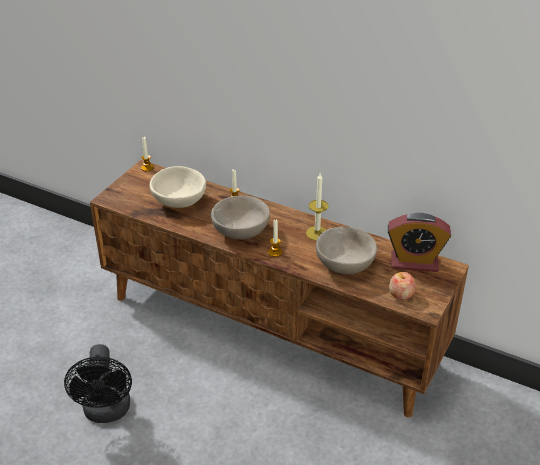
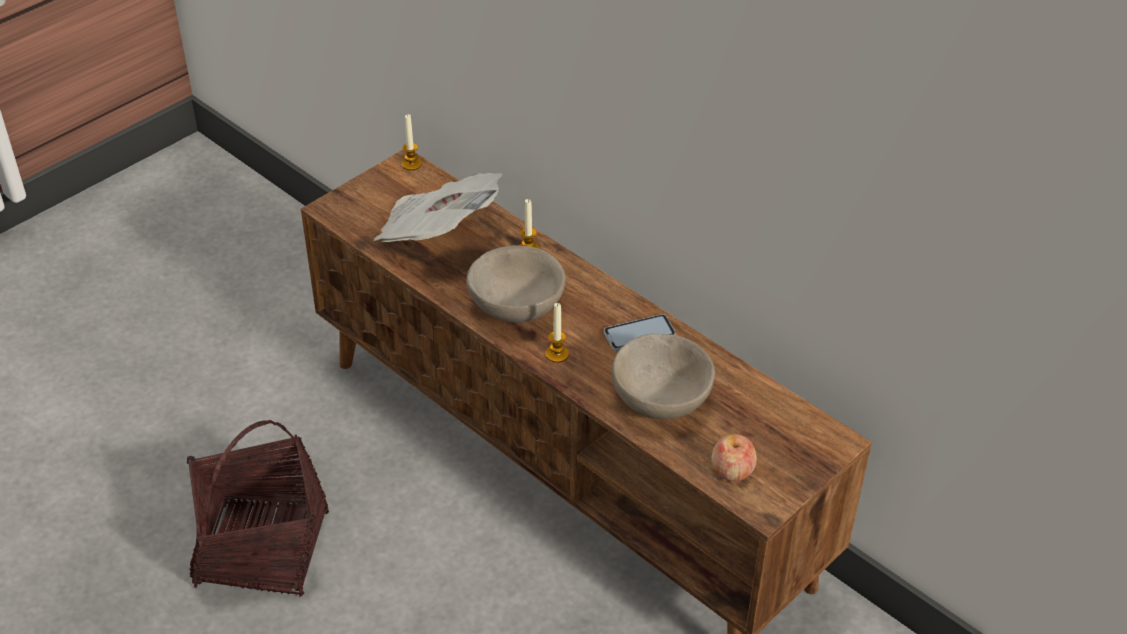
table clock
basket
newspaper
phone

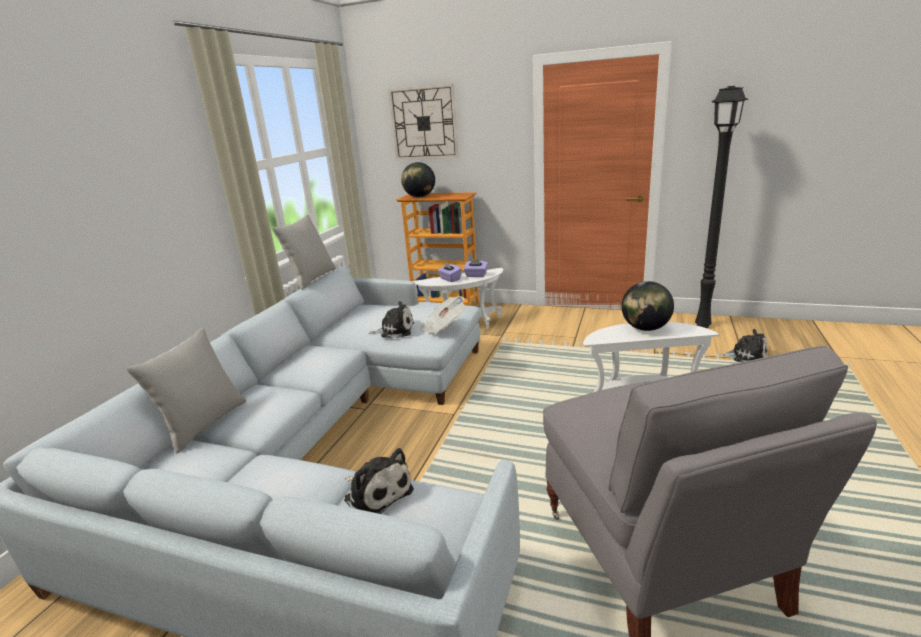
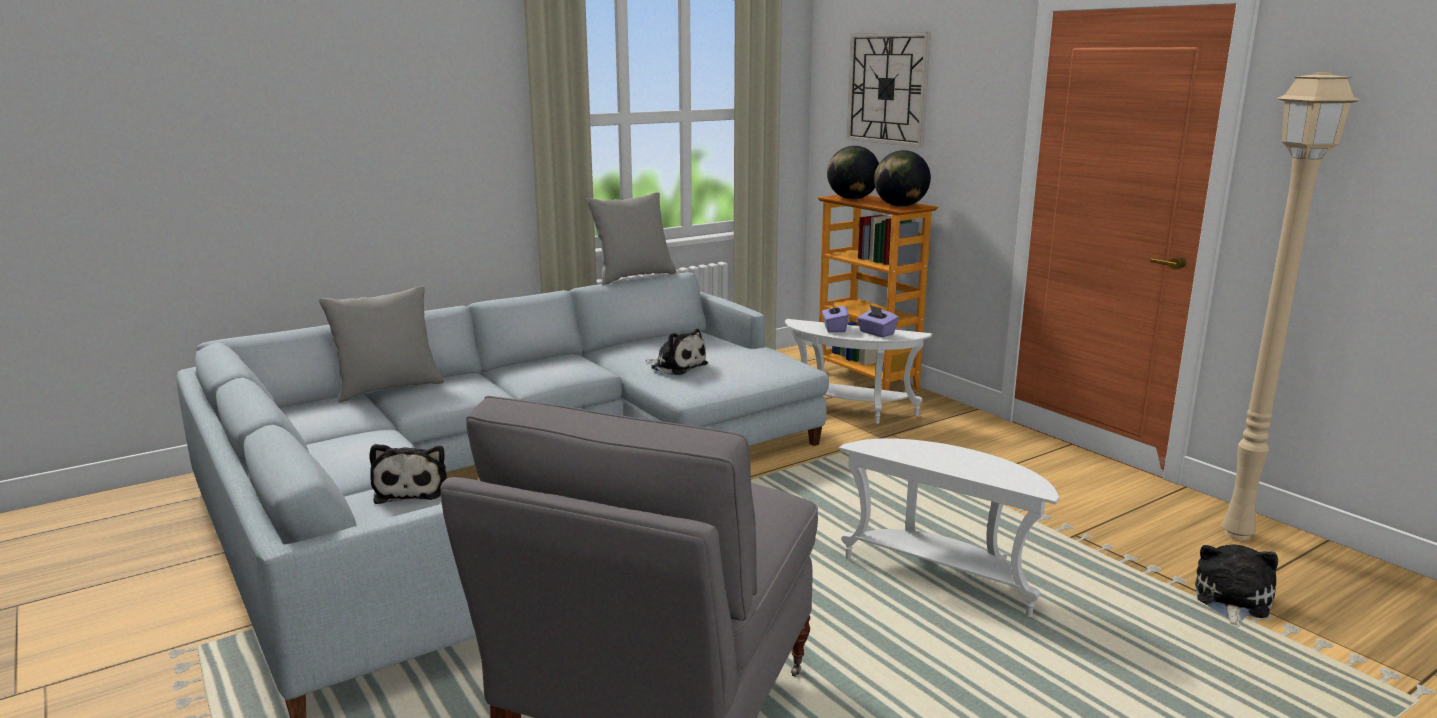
newspaper
world globe (no. 2 from left)
beige floor lamp
plush toy (no. 3 from left)

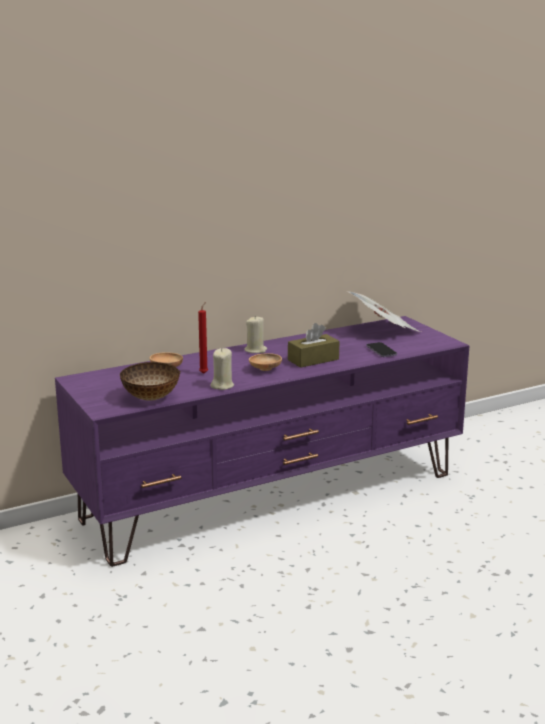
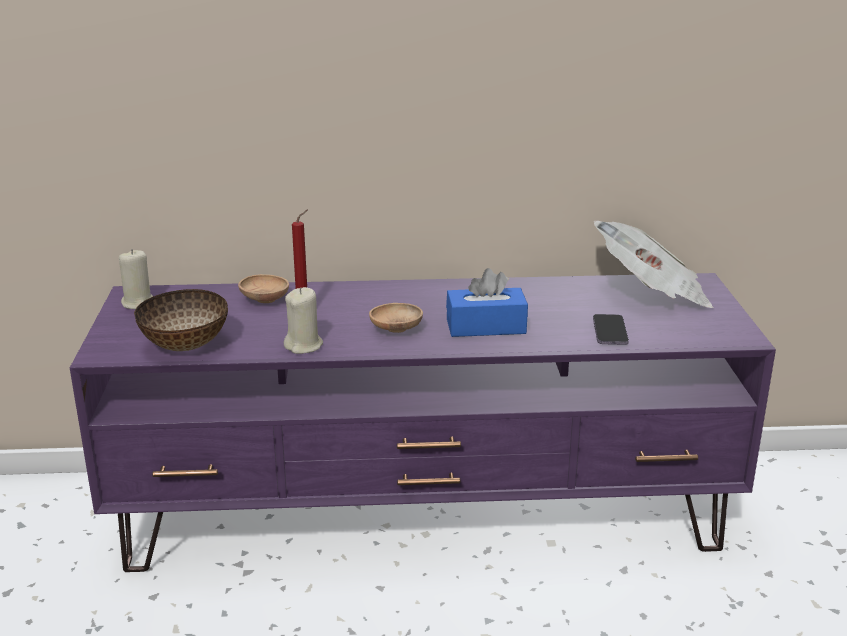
beige wax light (no. 1 from left)
blue tissue holder

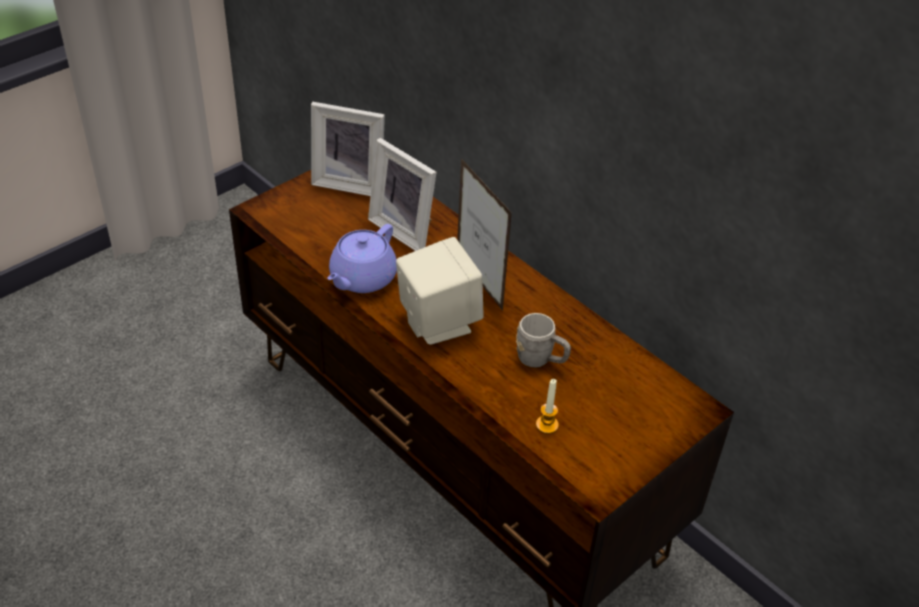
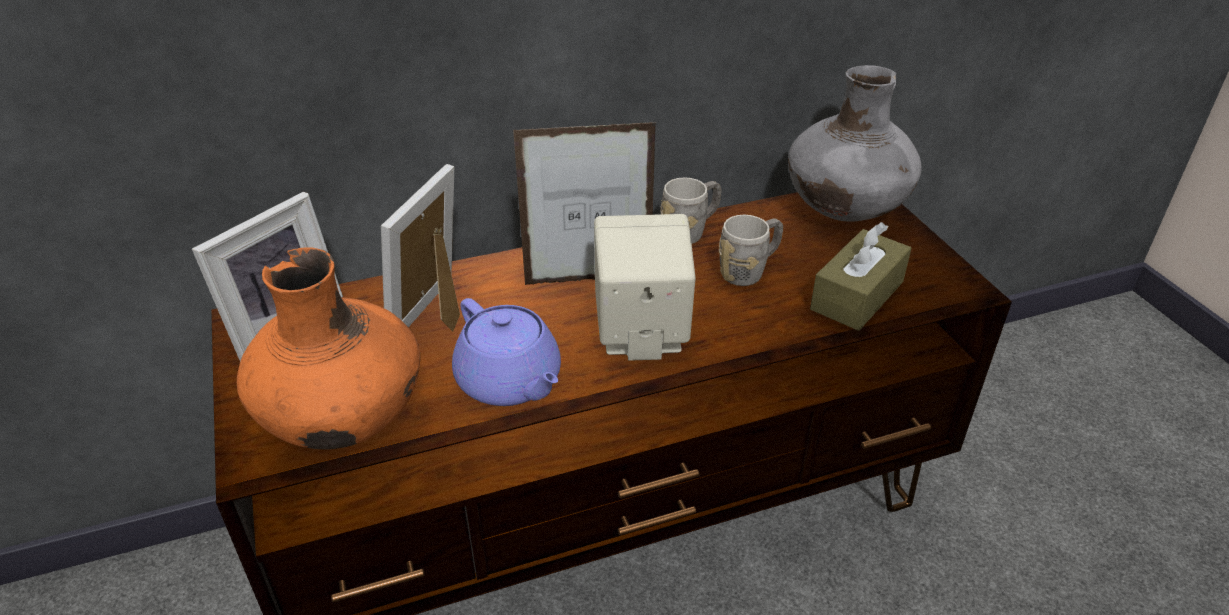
orange flower vase
gray coffee mug (no. 1 from left)
gray flower vase
brown-coloured tissue holder
picture frame (no. 2 from left)

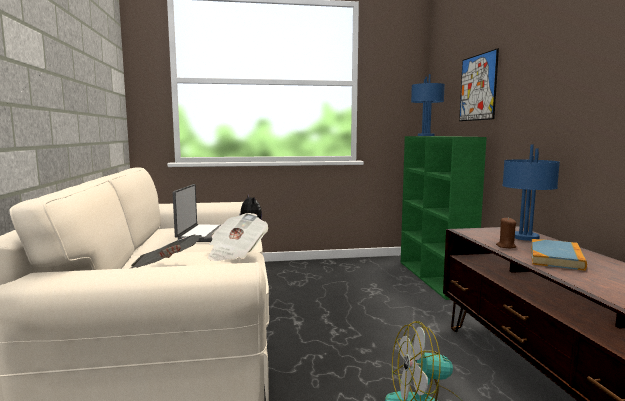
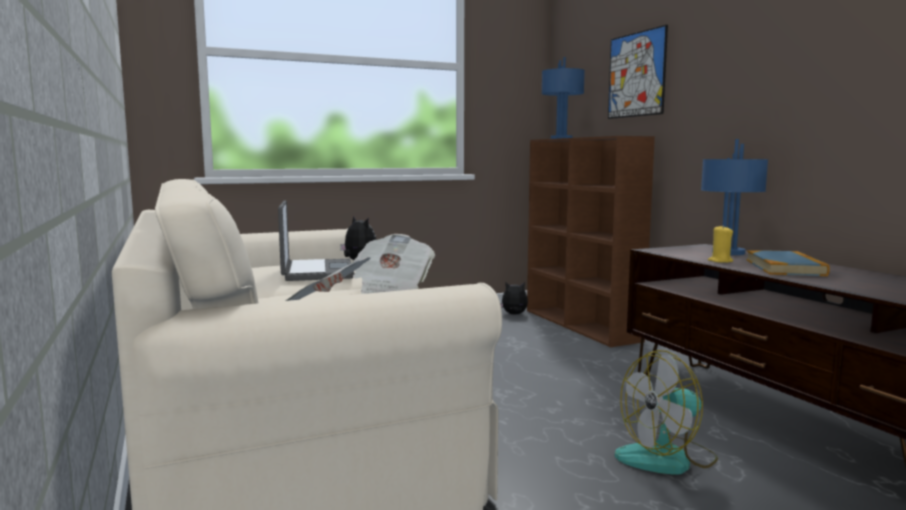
plush toy (no. 2 from left)
brown-coloured bookcase
yellow wax light

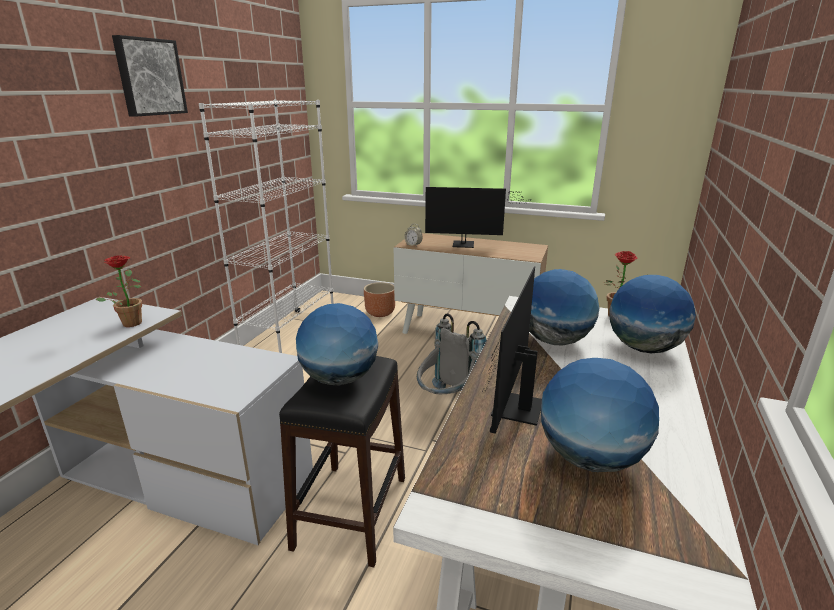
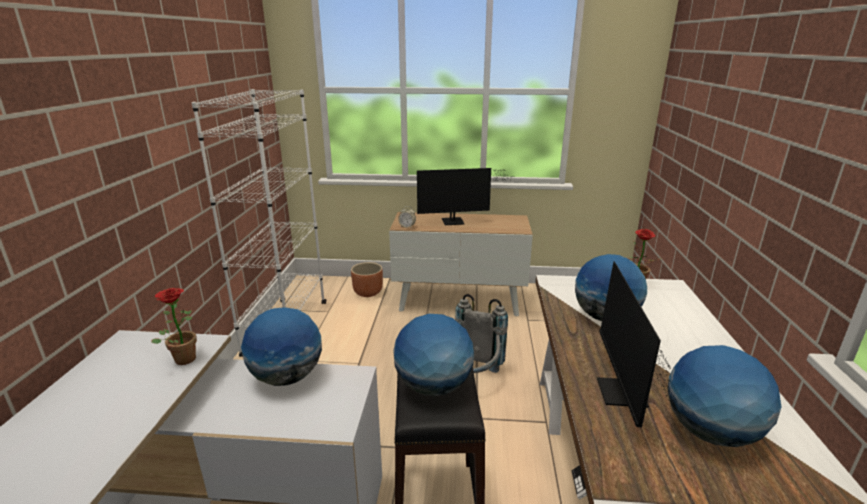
wall picture
world globe (no. 1 from left)

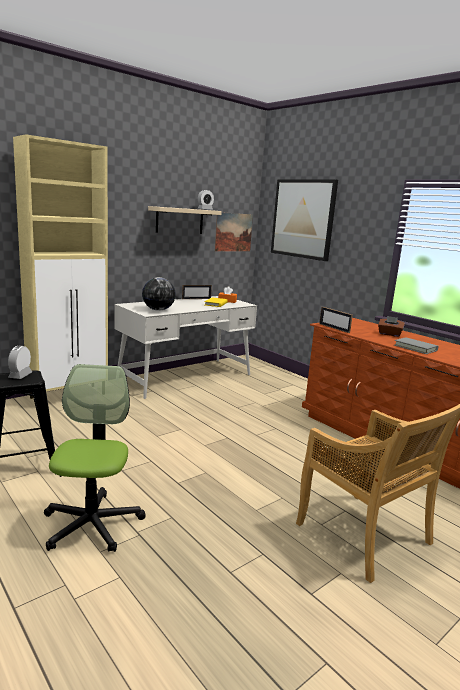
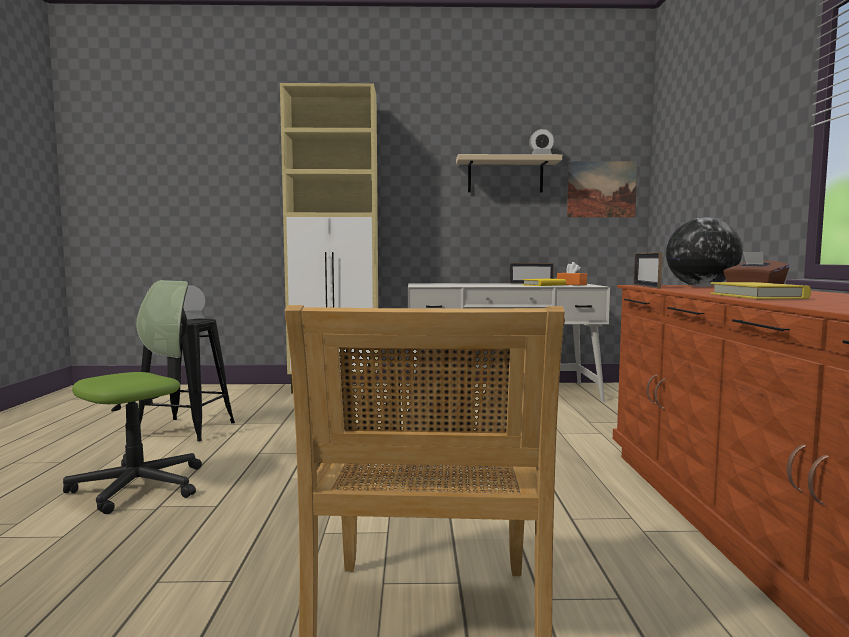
wall picture (no. 2 from left in the first image)
world globe
yellow book (no. 2 from left)

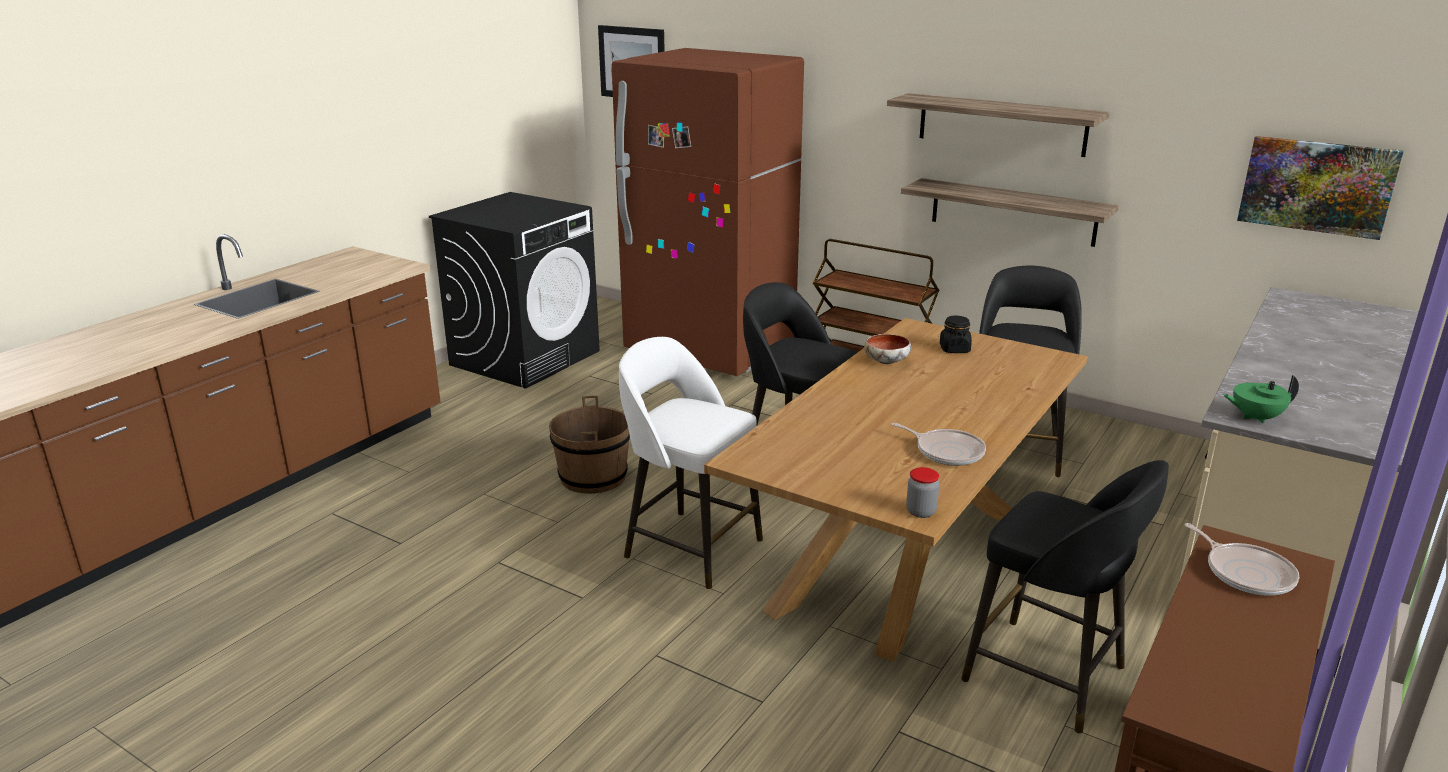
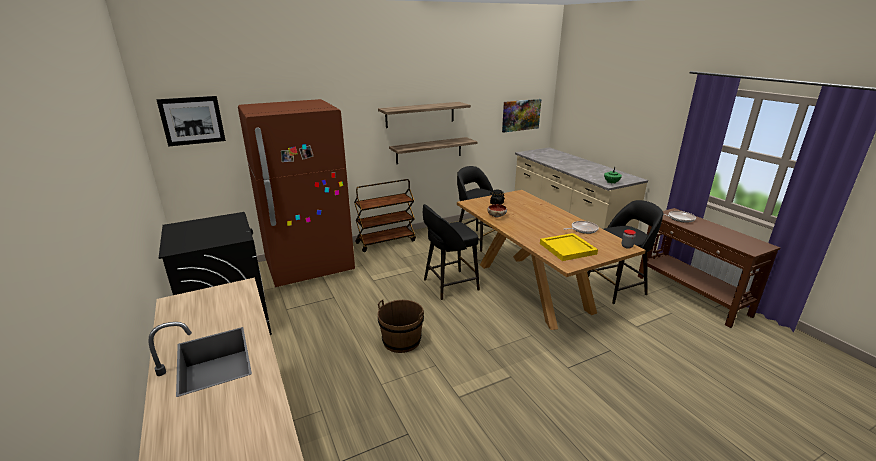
white stool
yellow carrying tray

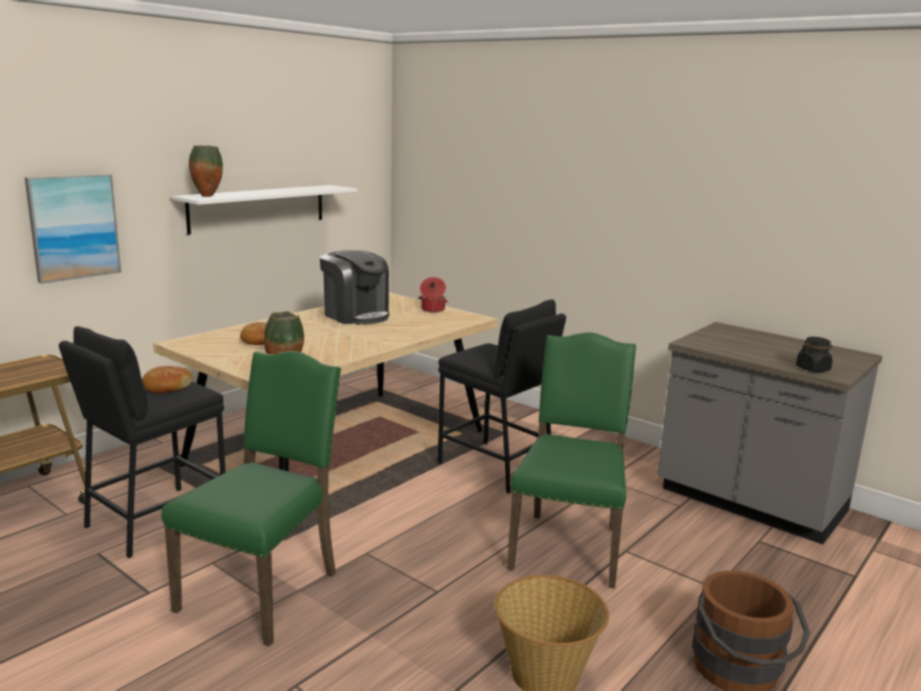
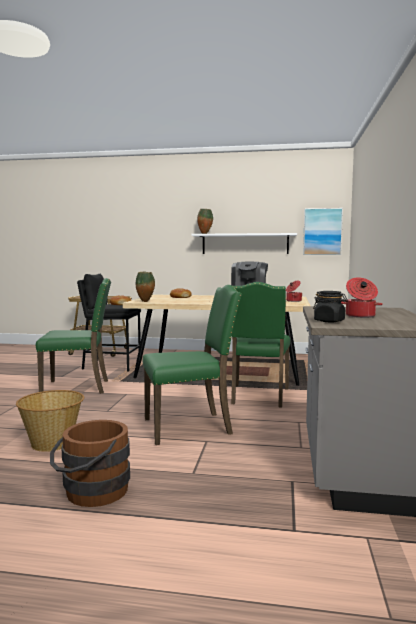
saucepot (no. 2 from left)
wall picture
green plain chair (no. 3 from left)

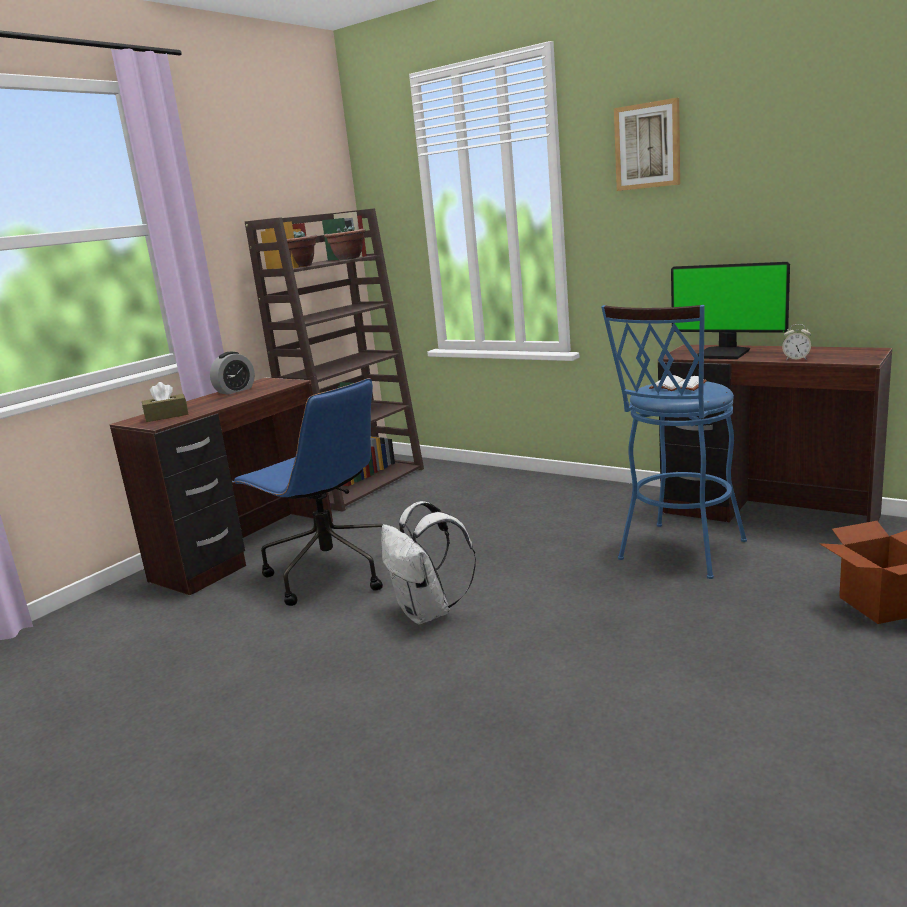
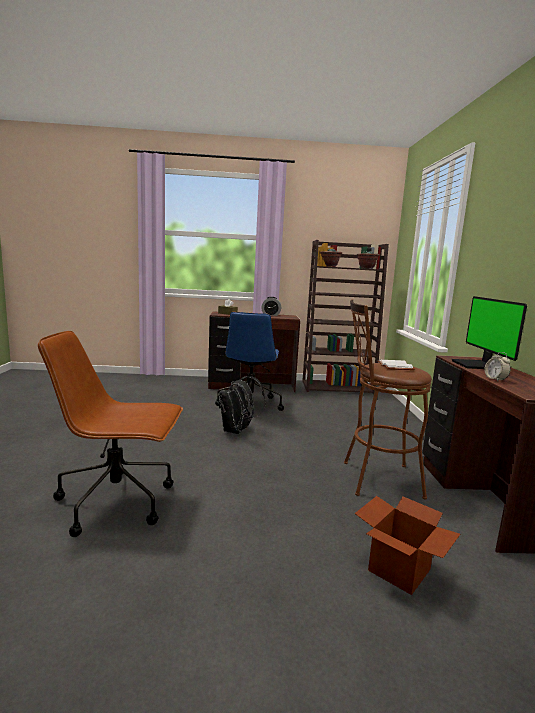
wall picture
brown-coloured computer chair
blackish rucksack
brown-coloured stool

